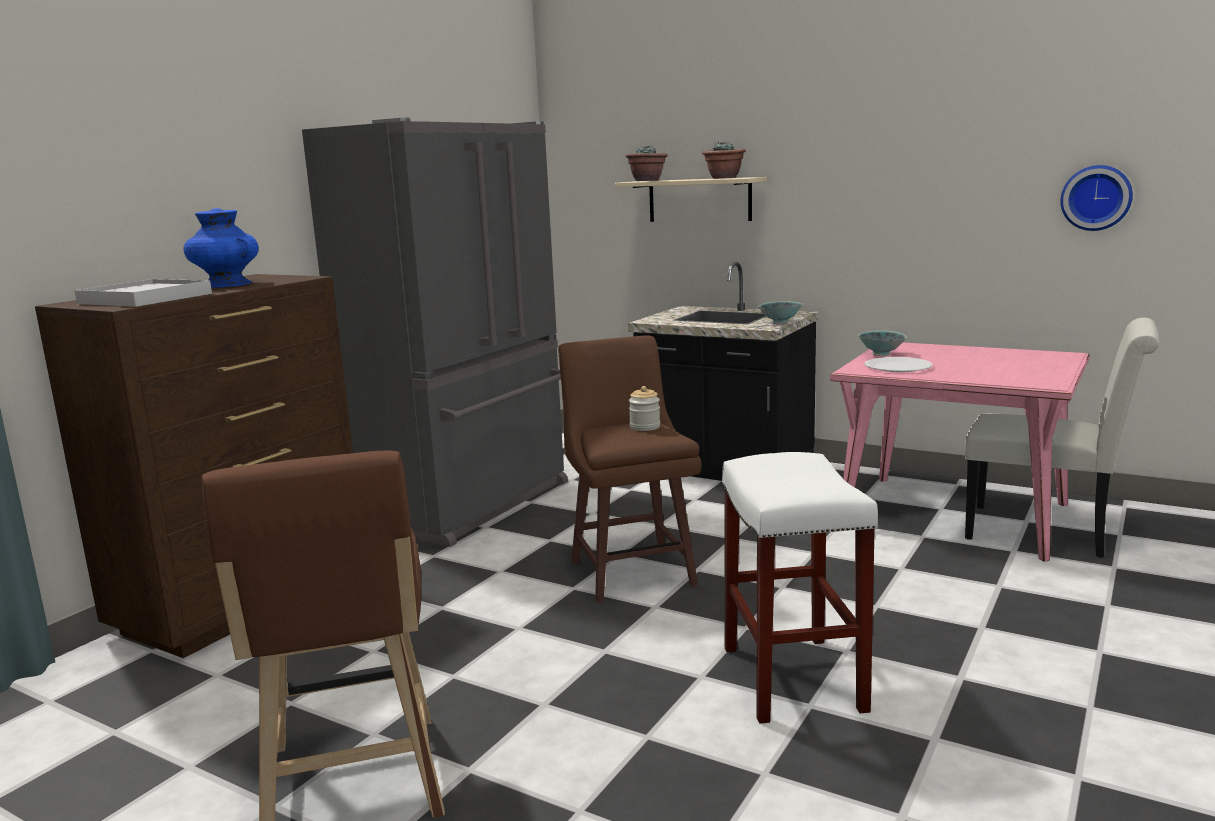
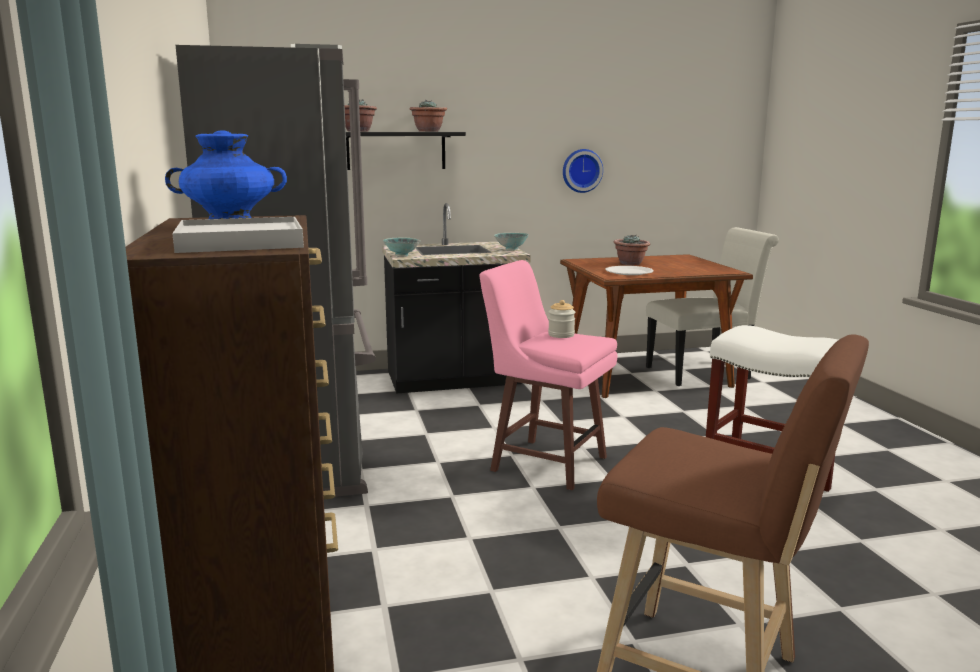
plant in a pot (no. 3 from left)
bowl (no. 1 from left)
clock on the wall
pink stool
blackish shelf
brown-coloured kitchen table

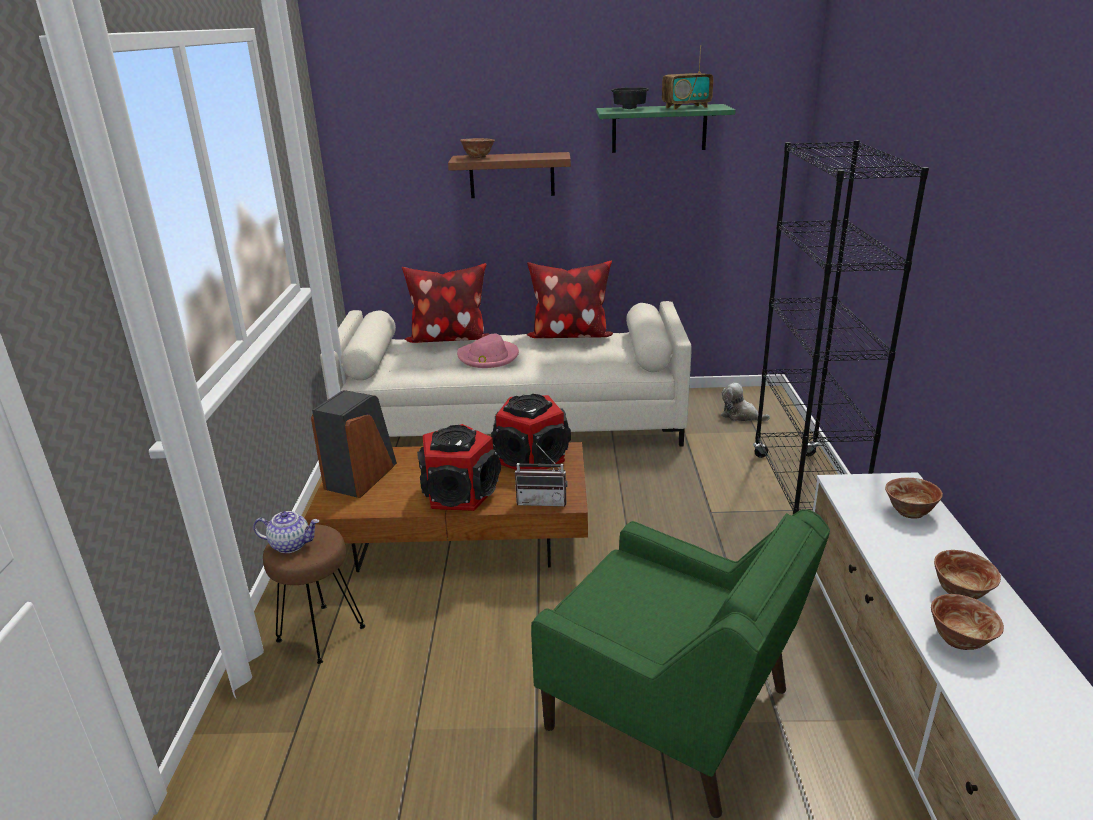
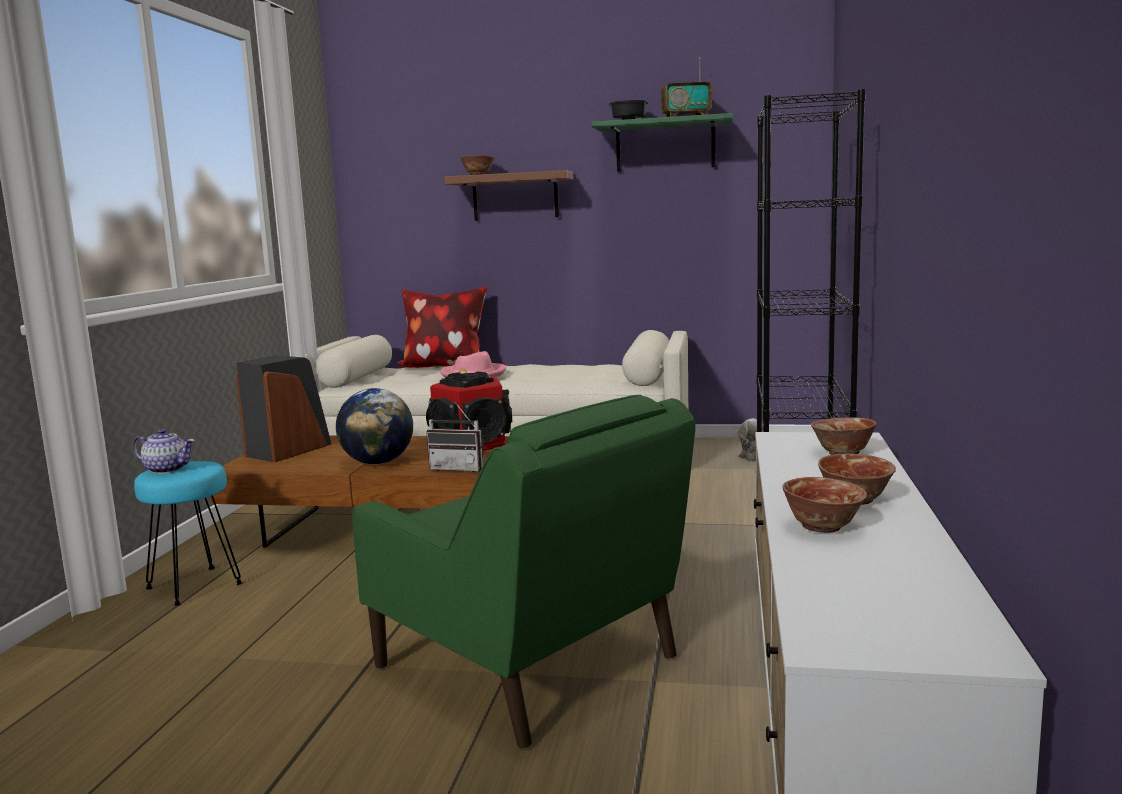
pillow (no. 2 from left in the first image)
world globe
blue-green stool

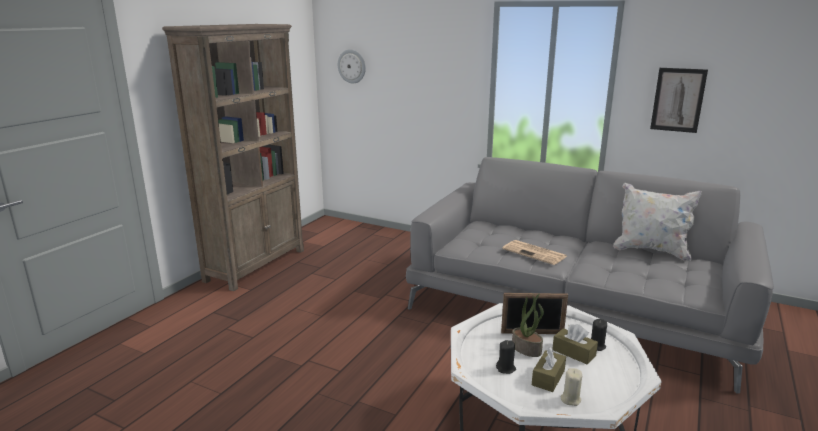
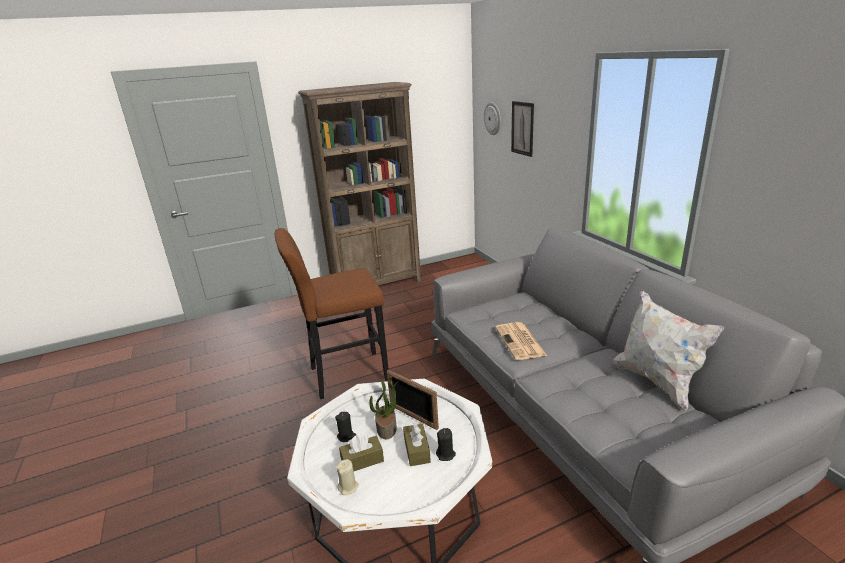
brown-coloured stool
wall picture

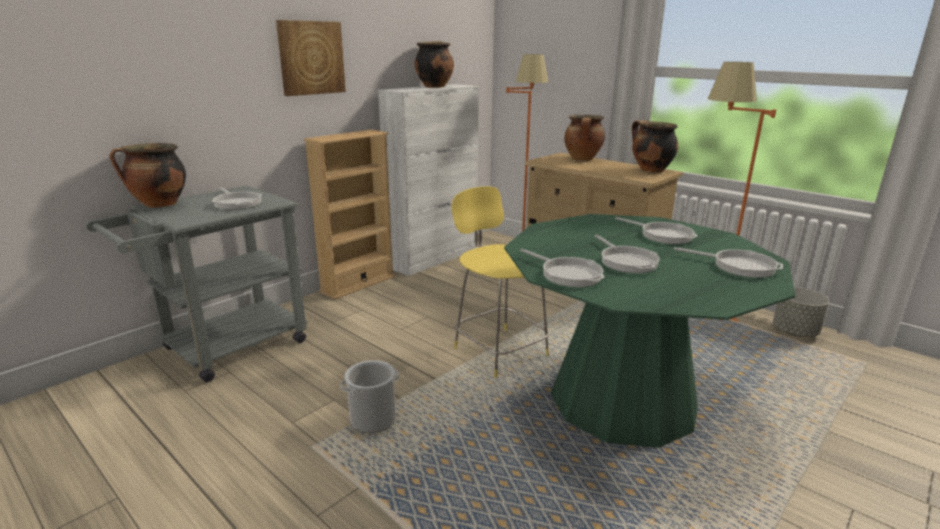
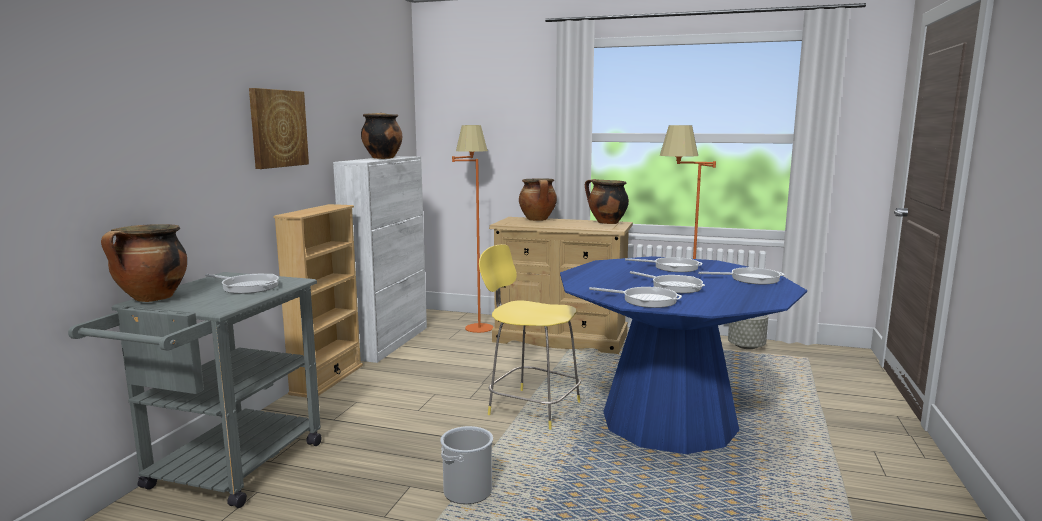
blue kitchen table

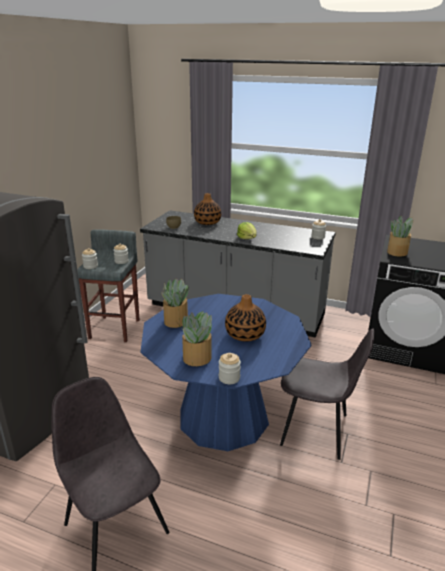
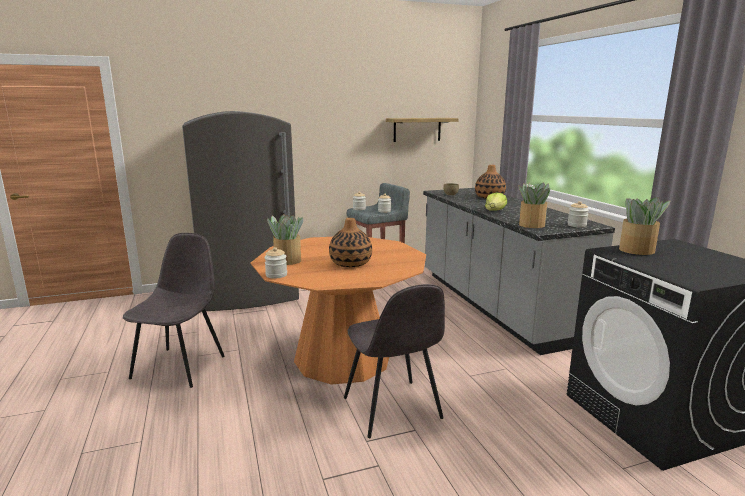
shelf
plant in a pot (no. 2 from left)
orange kitchen table

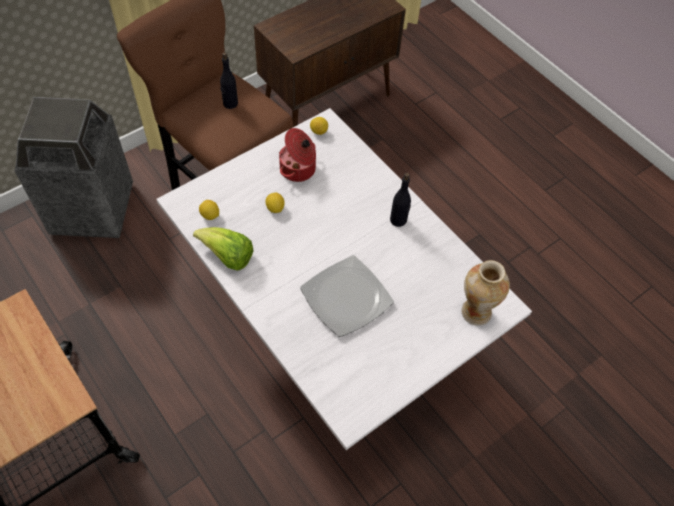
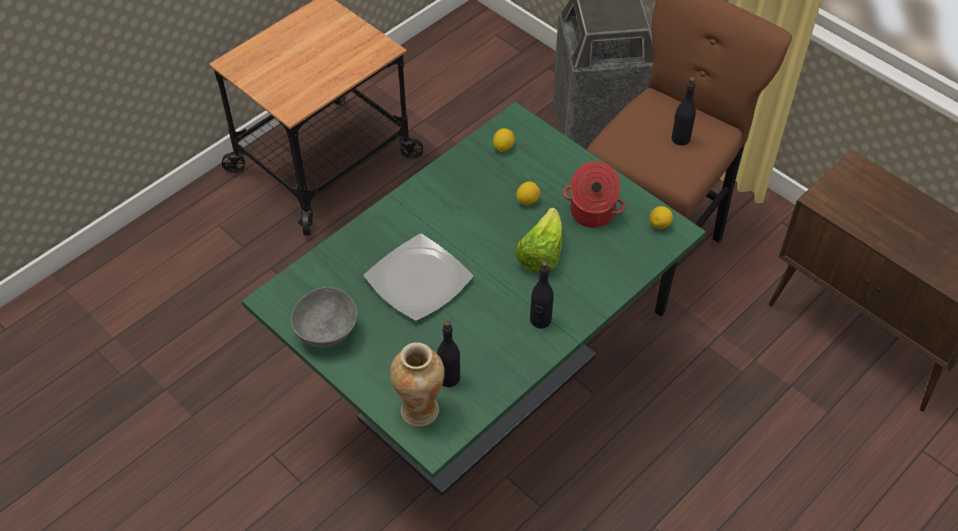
gray bowl
blackish bottle (no. 1 from left)
lettuce head
green kitchen table

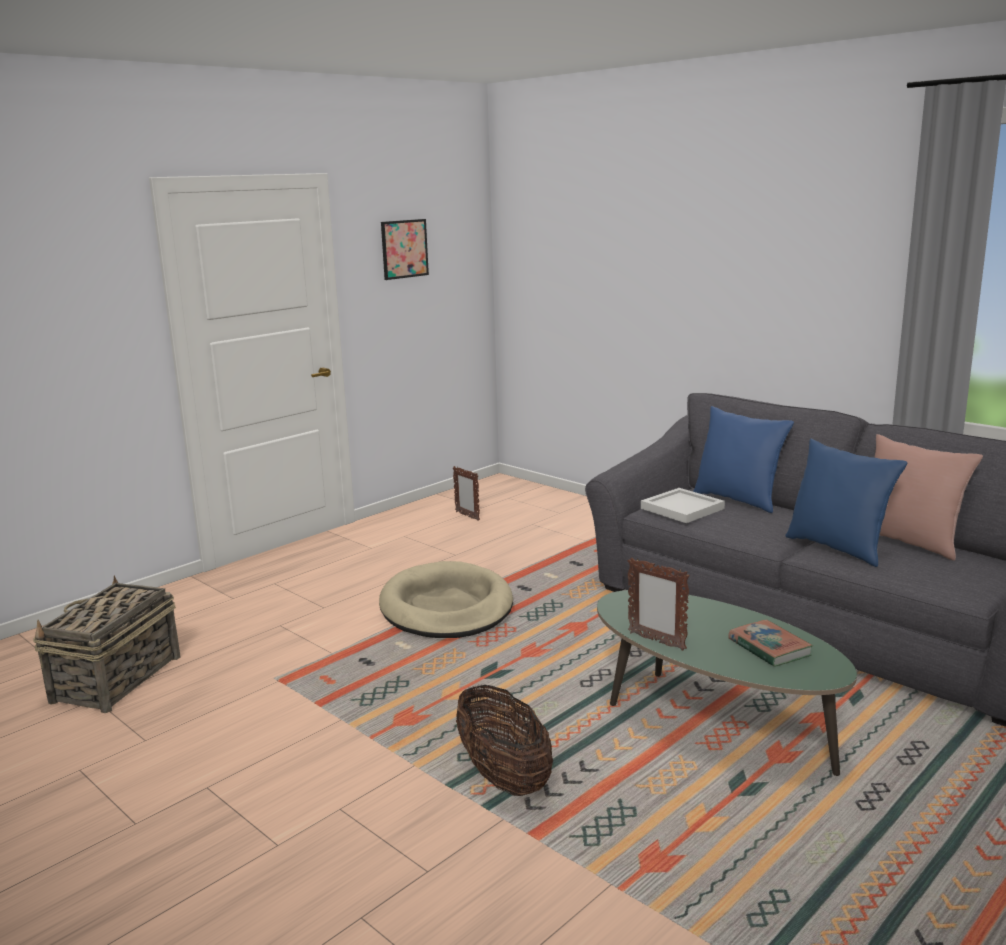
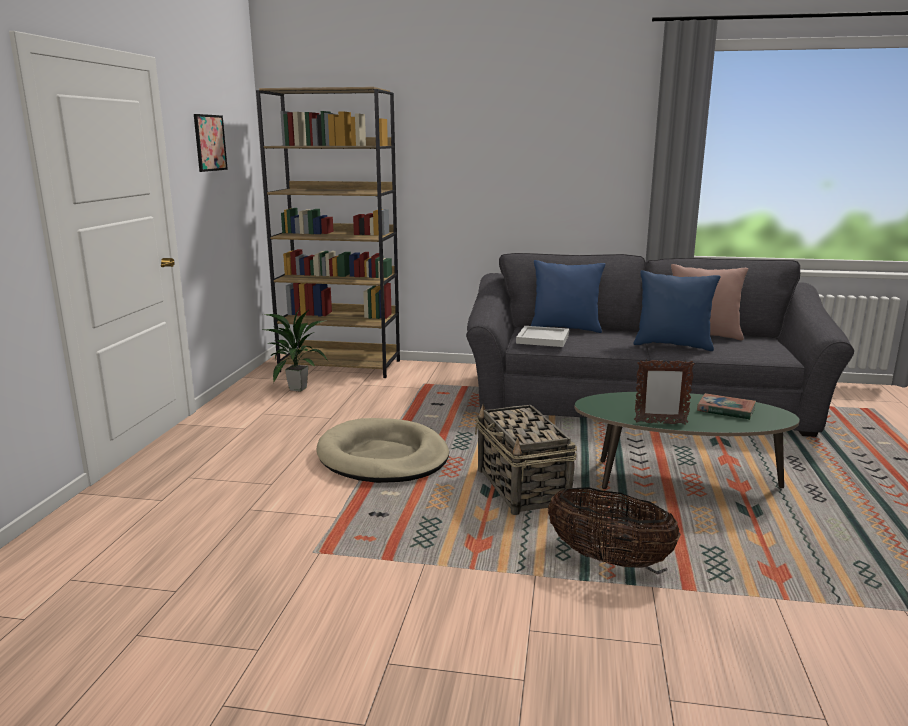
brown-coloured bookcase
basket (no. 1 from left)
plant in a pot

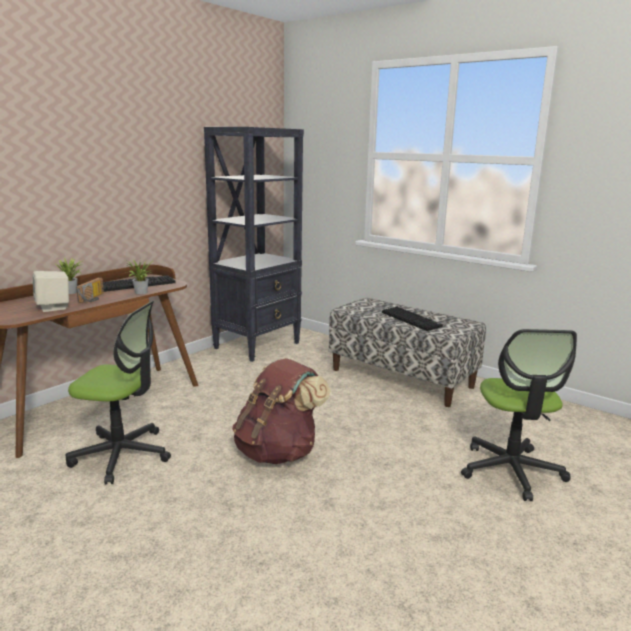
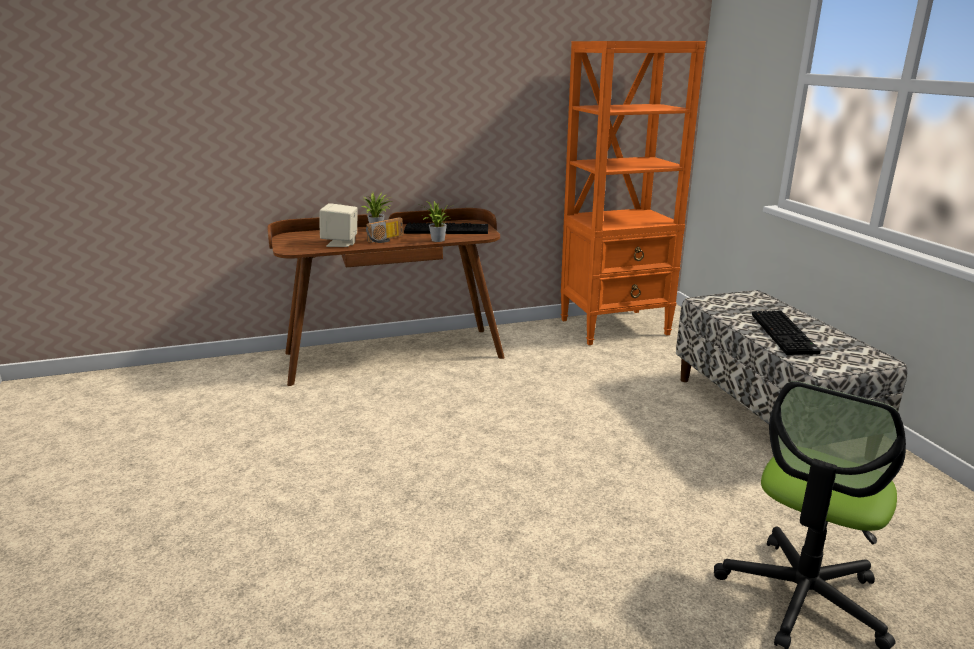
computer chair (no. 1 from left in the first image)
brown-coloured rucksack
orange bookcase

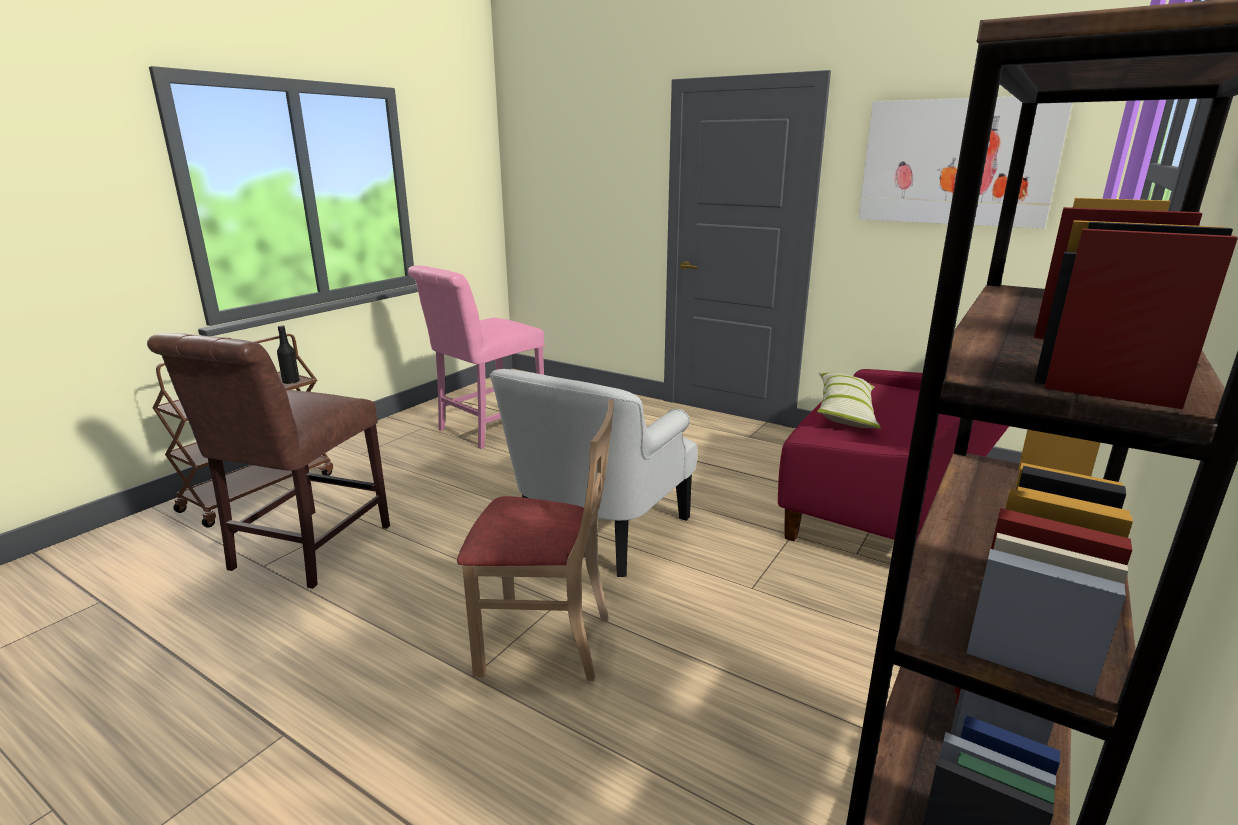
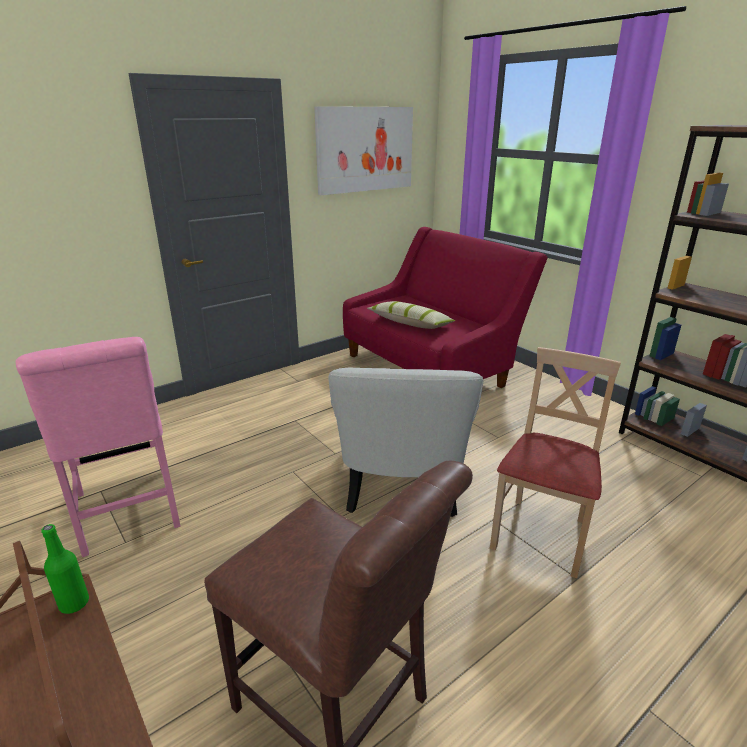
green bottle
white easy chair

